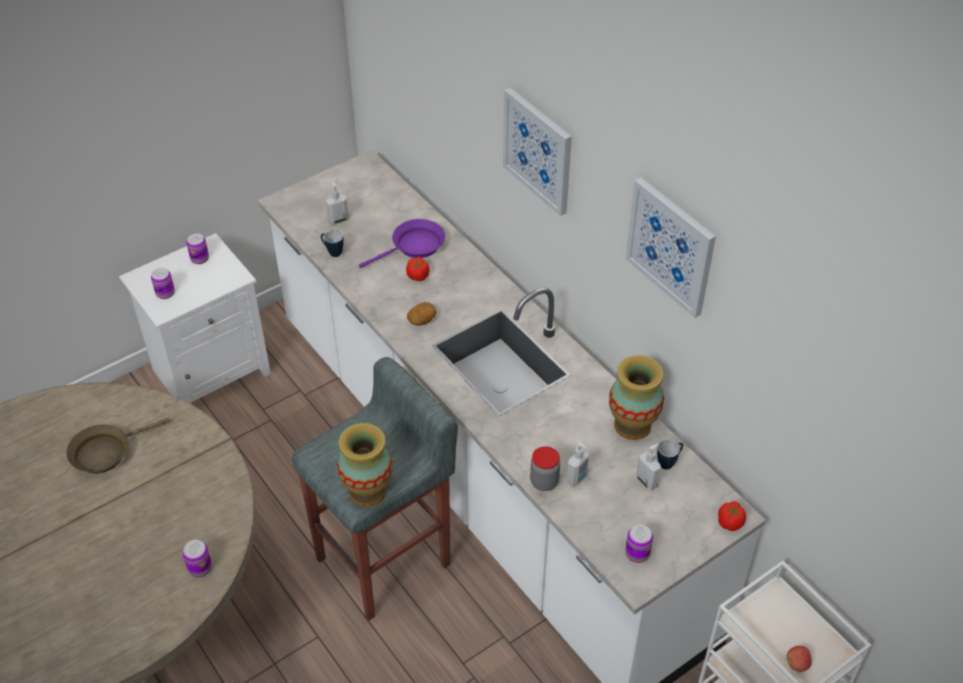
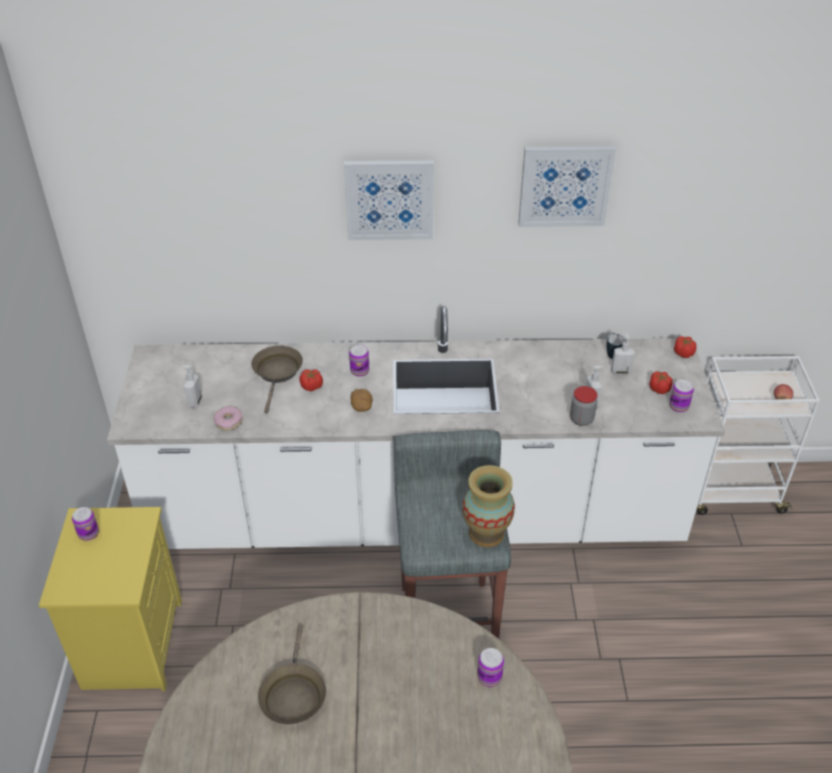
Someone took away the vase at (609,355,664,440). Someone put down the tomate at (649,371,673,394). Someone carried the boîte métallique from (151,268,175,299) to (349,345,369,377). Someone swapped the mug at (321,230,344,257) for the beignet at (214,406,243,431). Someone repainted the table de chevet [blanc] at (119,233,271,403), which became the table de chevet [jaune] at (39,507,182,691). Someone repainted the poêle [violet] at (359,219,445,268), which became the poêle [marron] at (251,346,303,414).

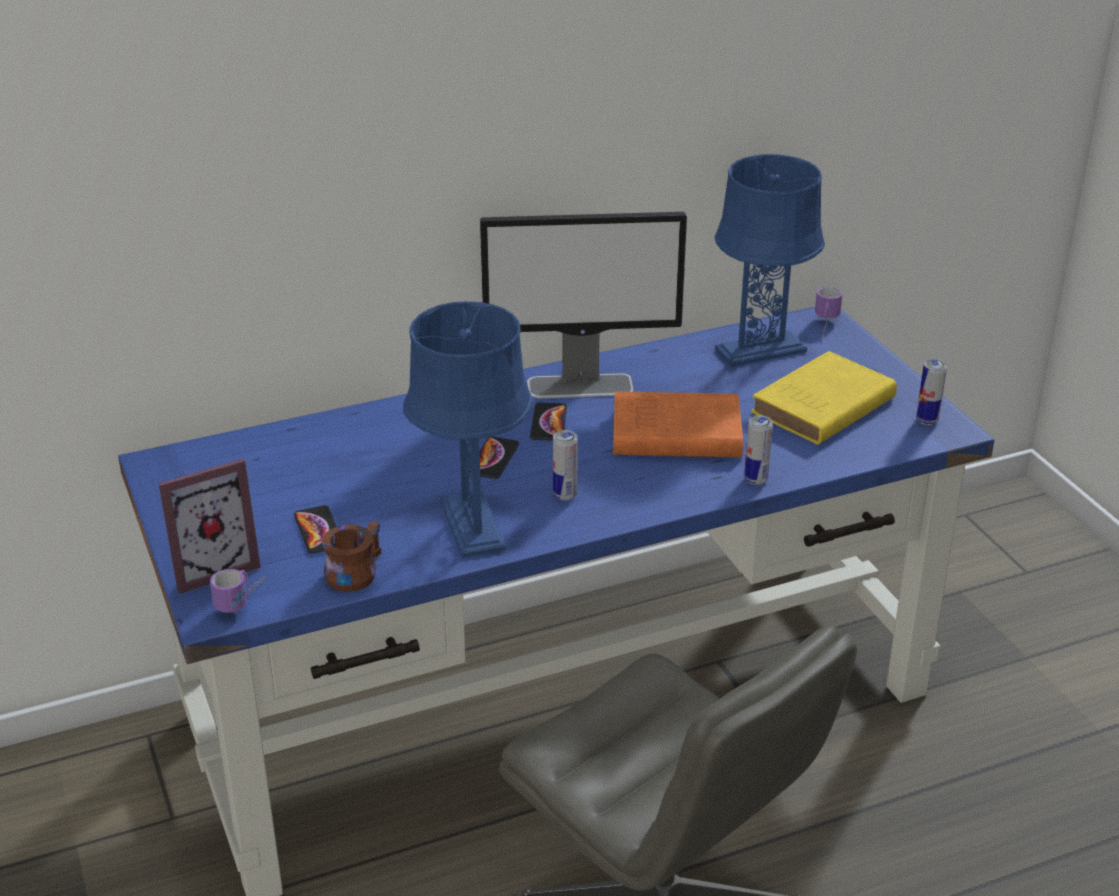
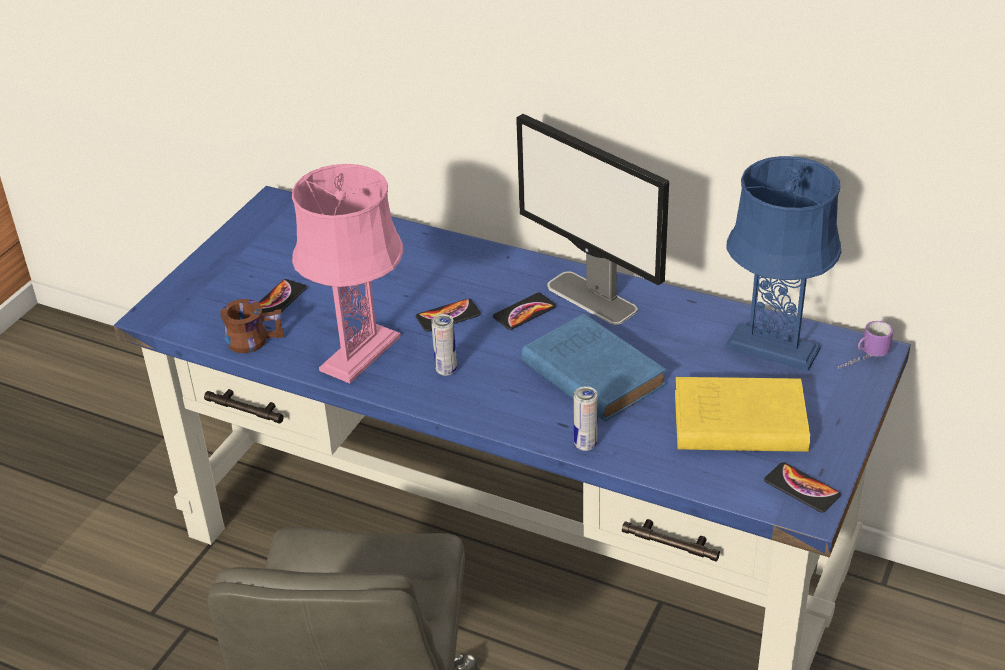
Someone took away the cadre photo at (159,459,261,594). Someone took away the mug at (210,569,266,613). Someone swapped the boîte métallique at (916,359,947,425) for the téléphone at (764,462,841,513). Someone repainted the lampe de table [bleu] at (403,301,532,558), which became the lampe de table [rose] at (292,164,403,383). Someone repainted the livre [orange] at (613,391,743,457), which became the livre [bleu] at (522,314,667,422).

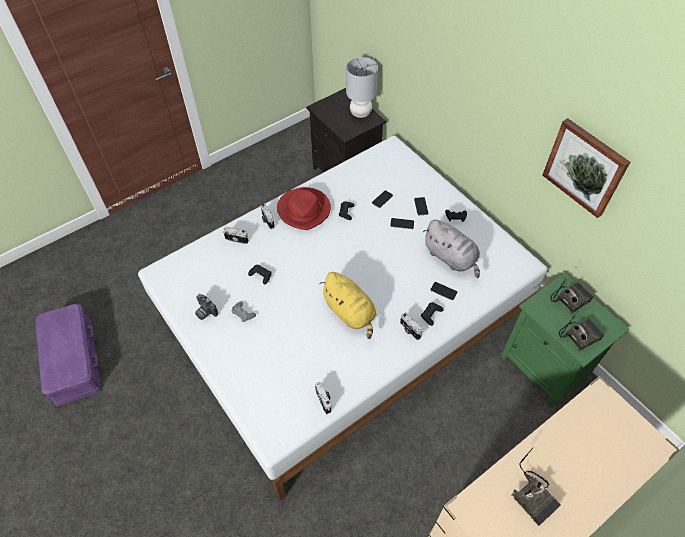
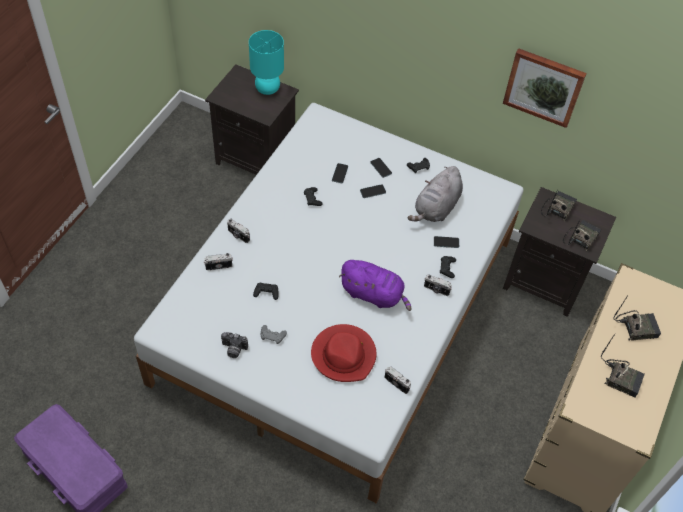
Someone put down the radio at (613,294,661,341). Someone carried the chapeau [rouge] from (277,187,331,230) to (311,324,377,382). Someone repainted the peluche [jaune] at (319,272,377,339), which became the peluche [violet] at (339,260,412,311). Someone repainted the lampe de table [gris] at (346,57,378,118), which became the lampe de table [turquoise] at (249,30,284,95). Someone repainted the table de chevet [vert] at (501,274,630,408), which became the table de chevet [noir] at (503,187,616,317). Someone rotated the peluche [gris] at (423,220,480,278) by 105 degrees clockwise.

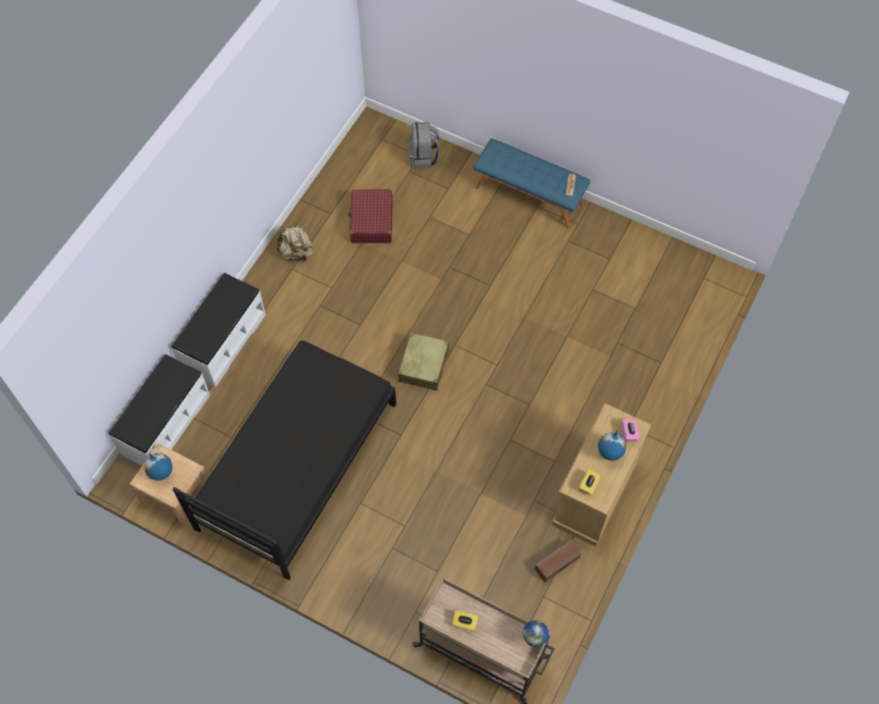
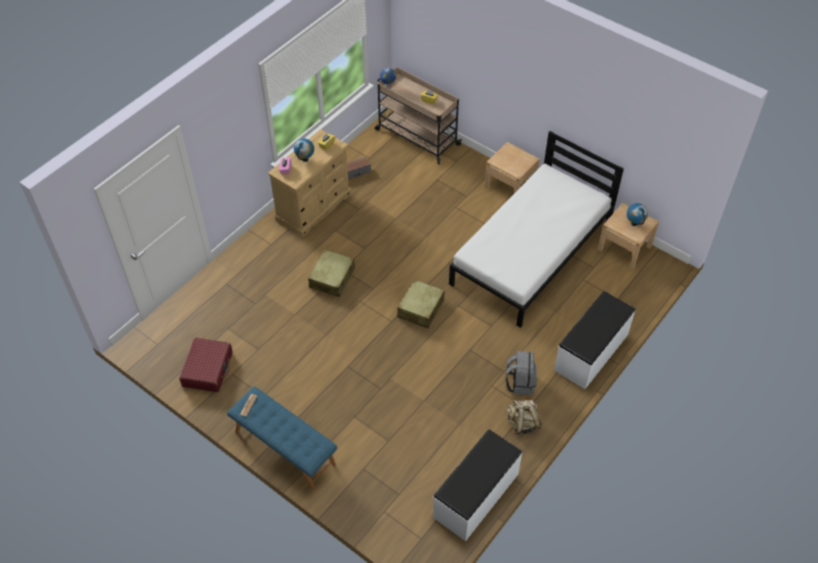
Someone put down the valise [beige] at (308,249,355,297). Someone put down the table de chevet [beige] at (484,142,540,193). Someone carried the banc [blanc] from (108,354,210,466) to (433,429,522,541). Someone carried the valise [rouge] from (348,189,393,243) to (179,338,233,392). Someone carried the sac à dos [gris] from (407,122,440,168) to (505,351,537,395). Someone repainted the lit [noir] at (172,340,396,580), which became the lit [blanc] at (449,131,624,328).

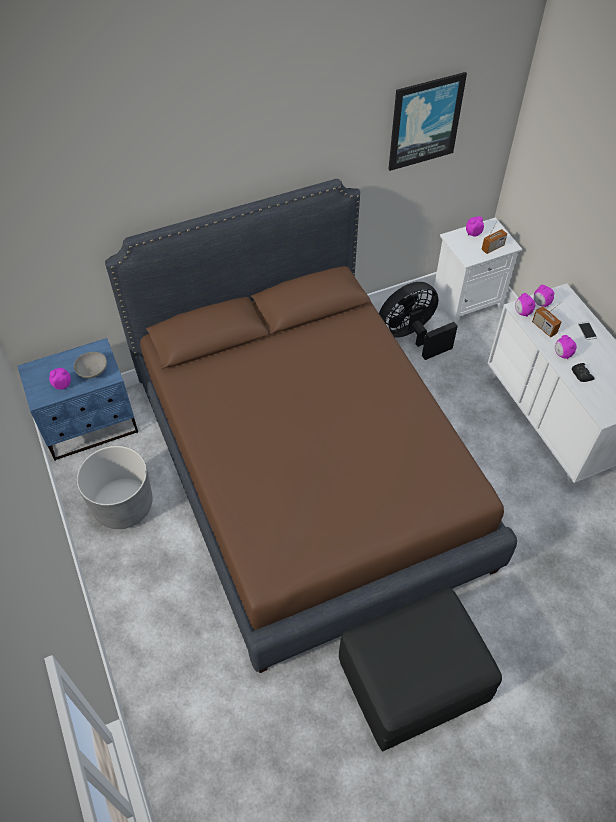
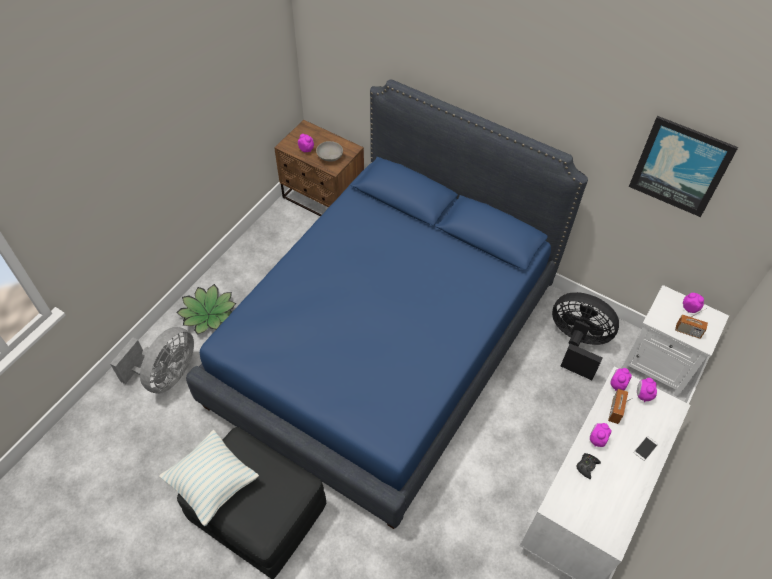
Someone took away the cache-pot [gris] at (76,446,153,529). Someone put down the ventilateur [gris] at (110,327,194,394). Someone put down the coussin at (159,430,259,526). Someone put down the plante en pot at (176,284,236,335). Someone repainted the table de chevet [bleu] at (17,338,138,461), which became the table de chevet [marron] at (274,120,364,216). Someone repainted the lit [marron] at (105,179,517,673), which became the lit [bleu] at (186,79,588,529).

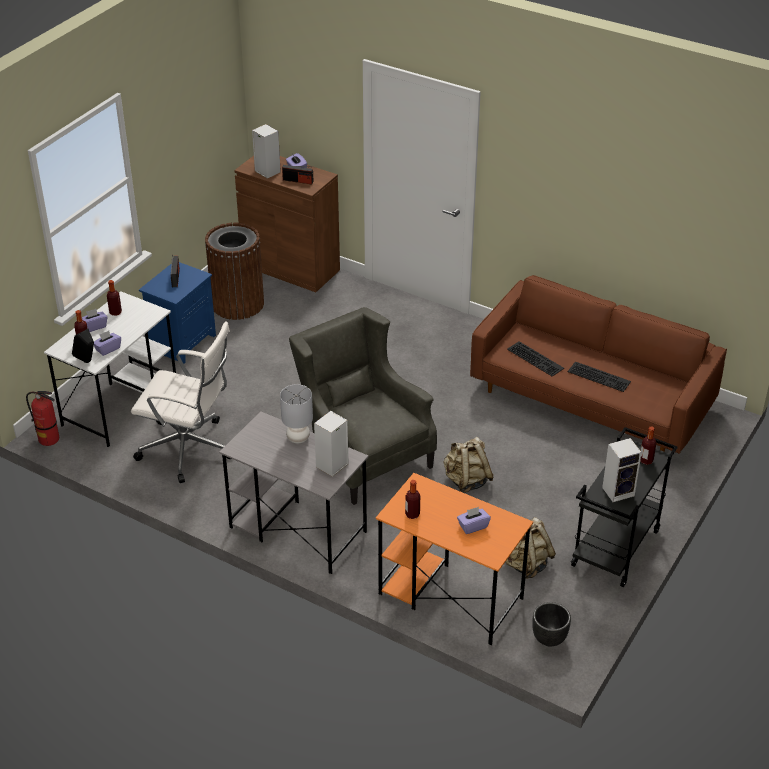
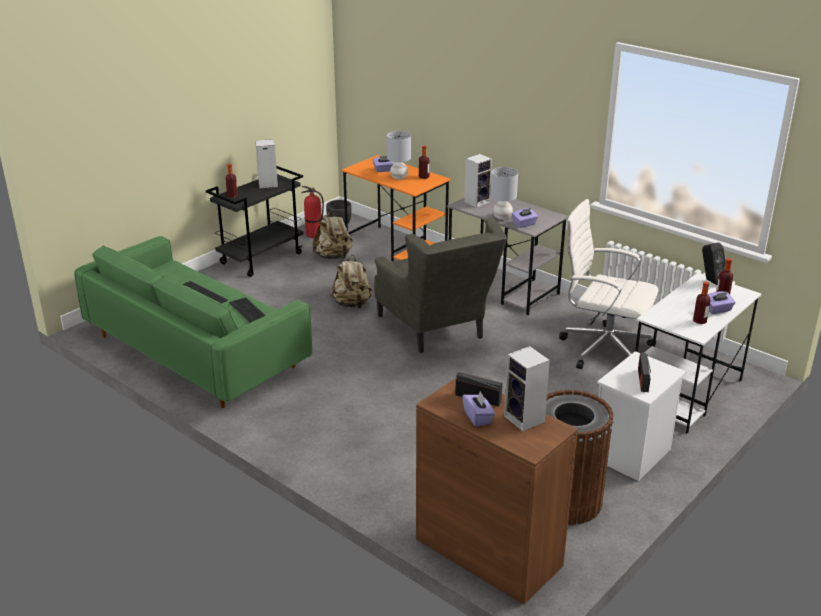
Someone put down the lampe de table [gris] at (387,131,411,179). Someone carried the extincteur from (26,391,59,446) to (301,186,324,238). Someone carried the boîte à mouchoirs [violet] from (94,331,121,356) to (512,208,538,228). Someone repainted the table de chevet [bleu] at (139,262,216,364), which became the table de chevet [blanc] at (597,351,686,481). Someone repainted the canapé [marron] at (470,275,727,454), which became the canapé [vert] at (74,236,312,408).

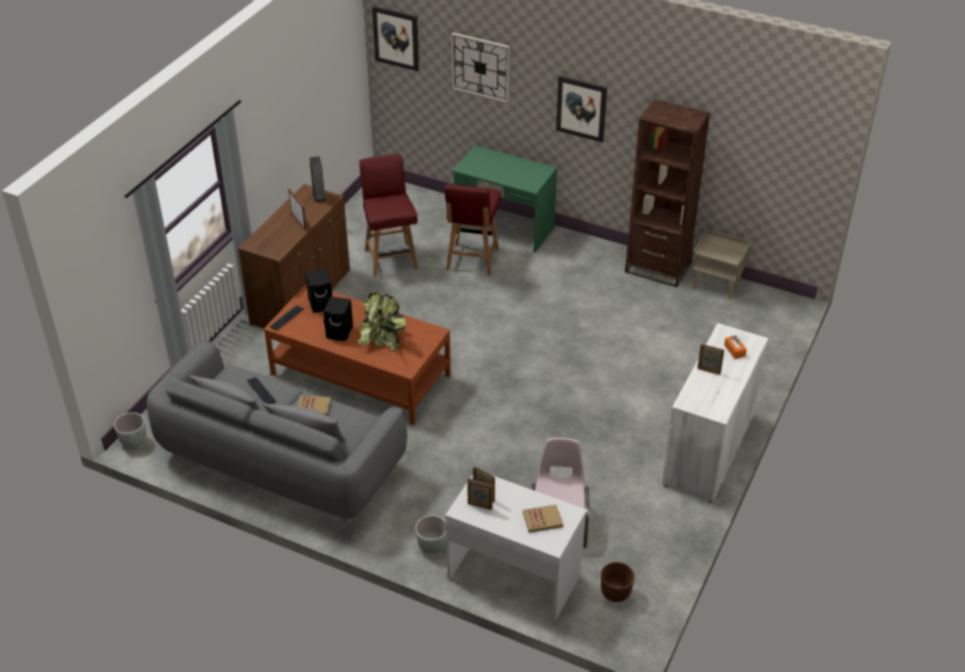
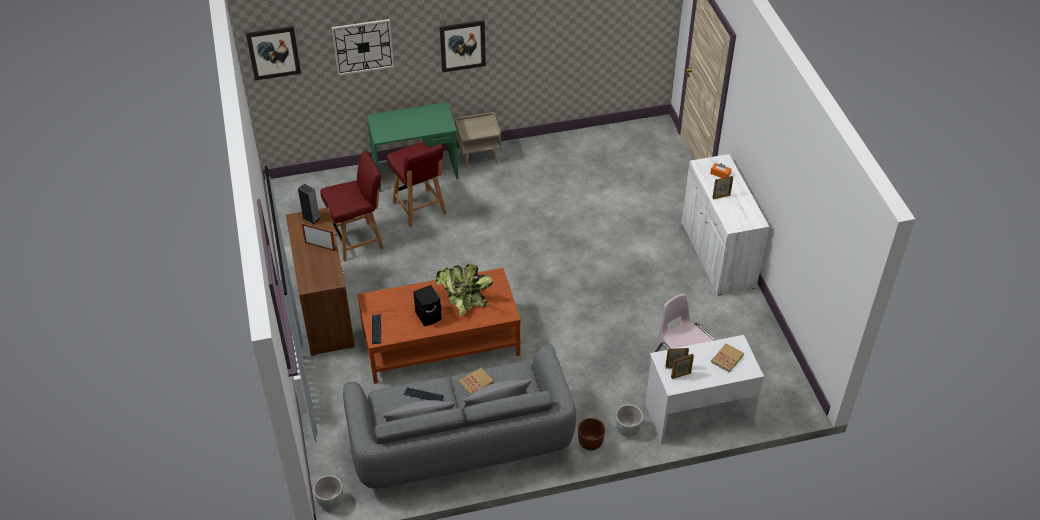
Someone took away the enceinte [noir] at (305,269,332,313). Someone took away the bibliothèque [marron] at (625,99,710,287). Someone carried the cache-pot [marron] from (601,562,635,602) to (578,418,605,451). Someone carried the table de chevet [beige] from (691,229,752,300) to (455,112,501,168). Someone rotated the chaise [rouge] at (359,154,418,277) by 120 degrees clockwise.

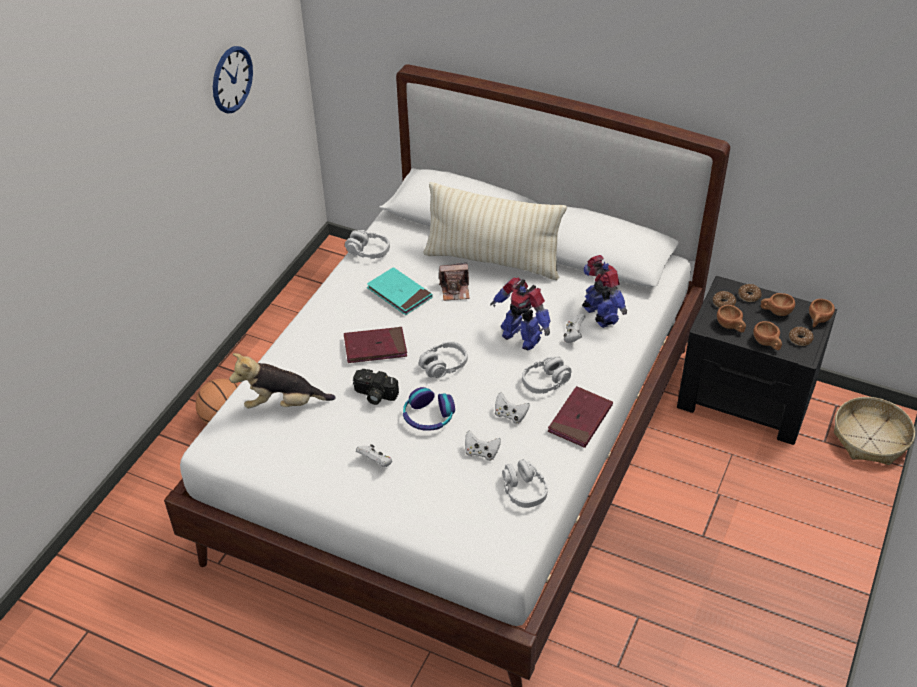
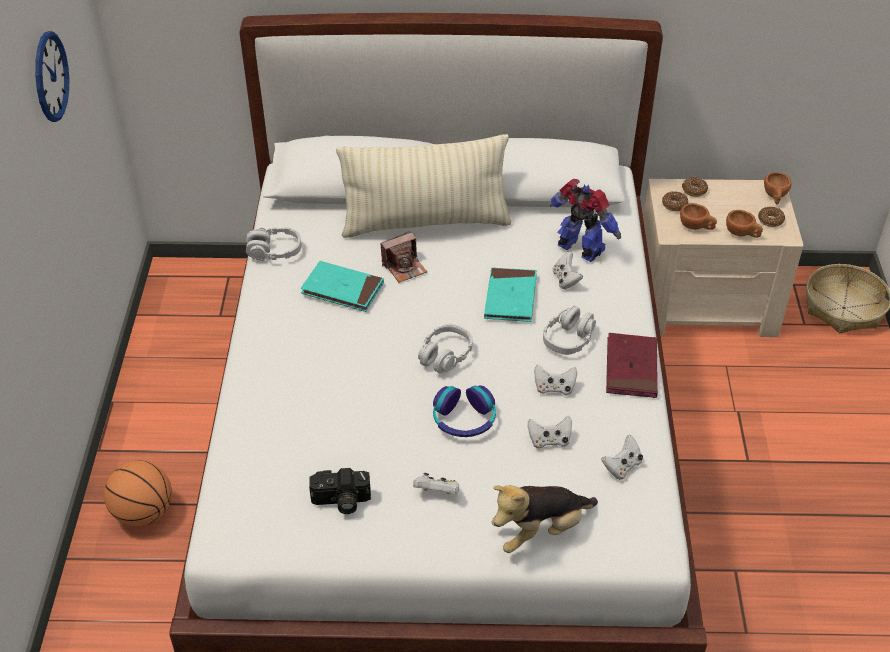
Someone took away the livre [rouge] at (344,327,407,363). Someone took away the tasse [marron] at (761,293,795,316). Someone carried the peluche from (229,353,335,408) to (492,485,598,553). Someone carried the appareil photo from (353,369,399,405) to (309,468,371,514). Someone swapped the robot jouet at (491,277,551,350) for the livre [turquoise] at (484,268,537,322). Someone swapped the casque audio [gris] at (502,459,548,508) for the manette [blanc] at (601,435,643,480). Someone repainted the table de chevet [noir] at (677,276,837,445), which became the table de chevet [beige] at (643,179,804,337).

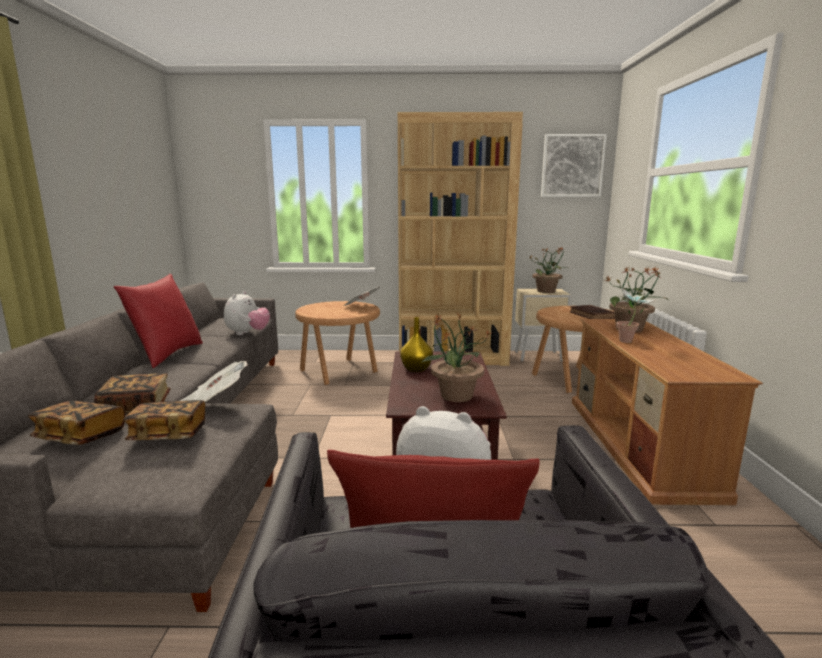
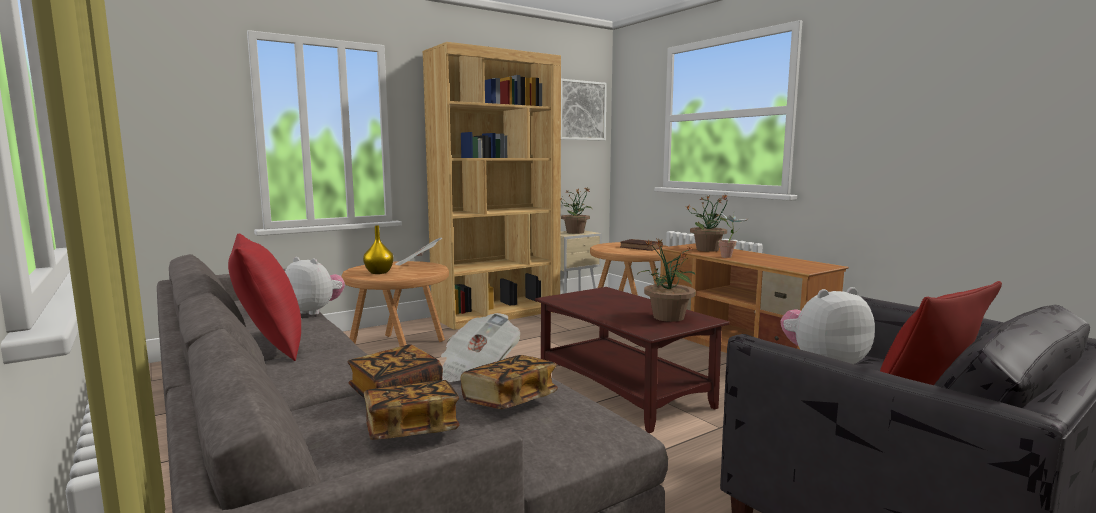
Someone carried the vase [jaune] from (400,317,433,372) to (363,226,394,274). Someone rotated the peluche at (224,291,270,335) by 45 degrees counterclockwise.

